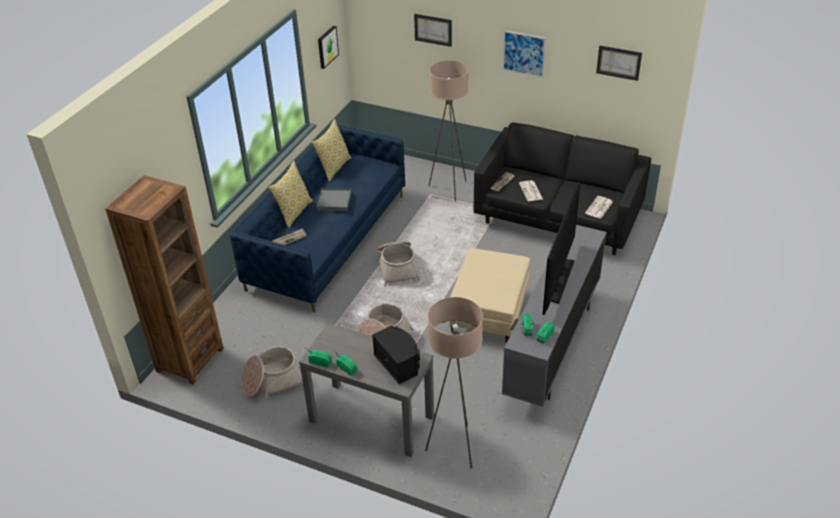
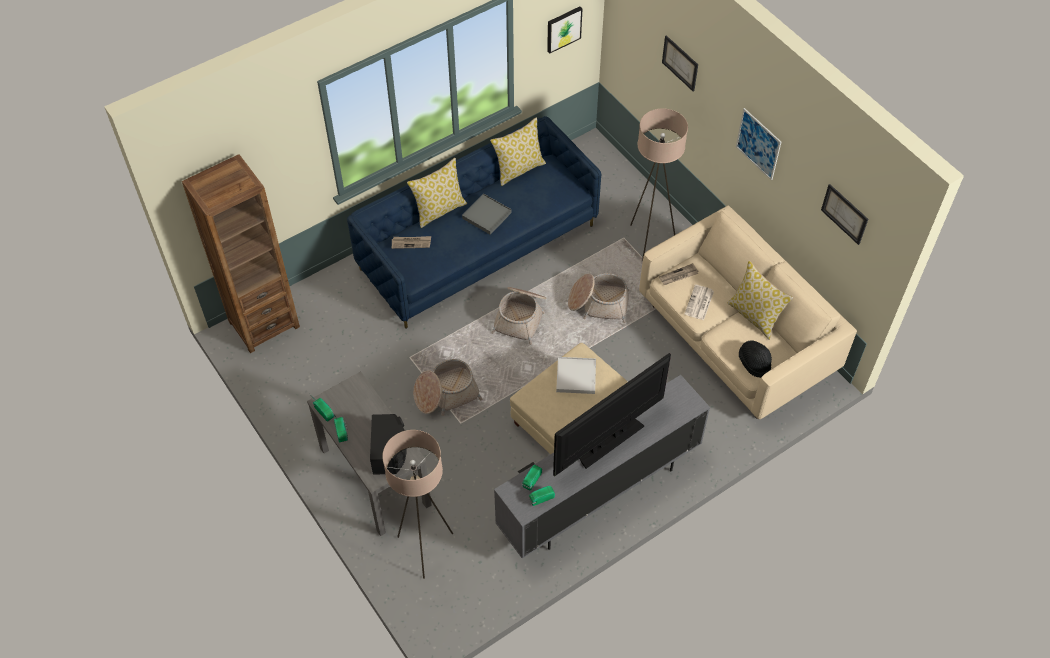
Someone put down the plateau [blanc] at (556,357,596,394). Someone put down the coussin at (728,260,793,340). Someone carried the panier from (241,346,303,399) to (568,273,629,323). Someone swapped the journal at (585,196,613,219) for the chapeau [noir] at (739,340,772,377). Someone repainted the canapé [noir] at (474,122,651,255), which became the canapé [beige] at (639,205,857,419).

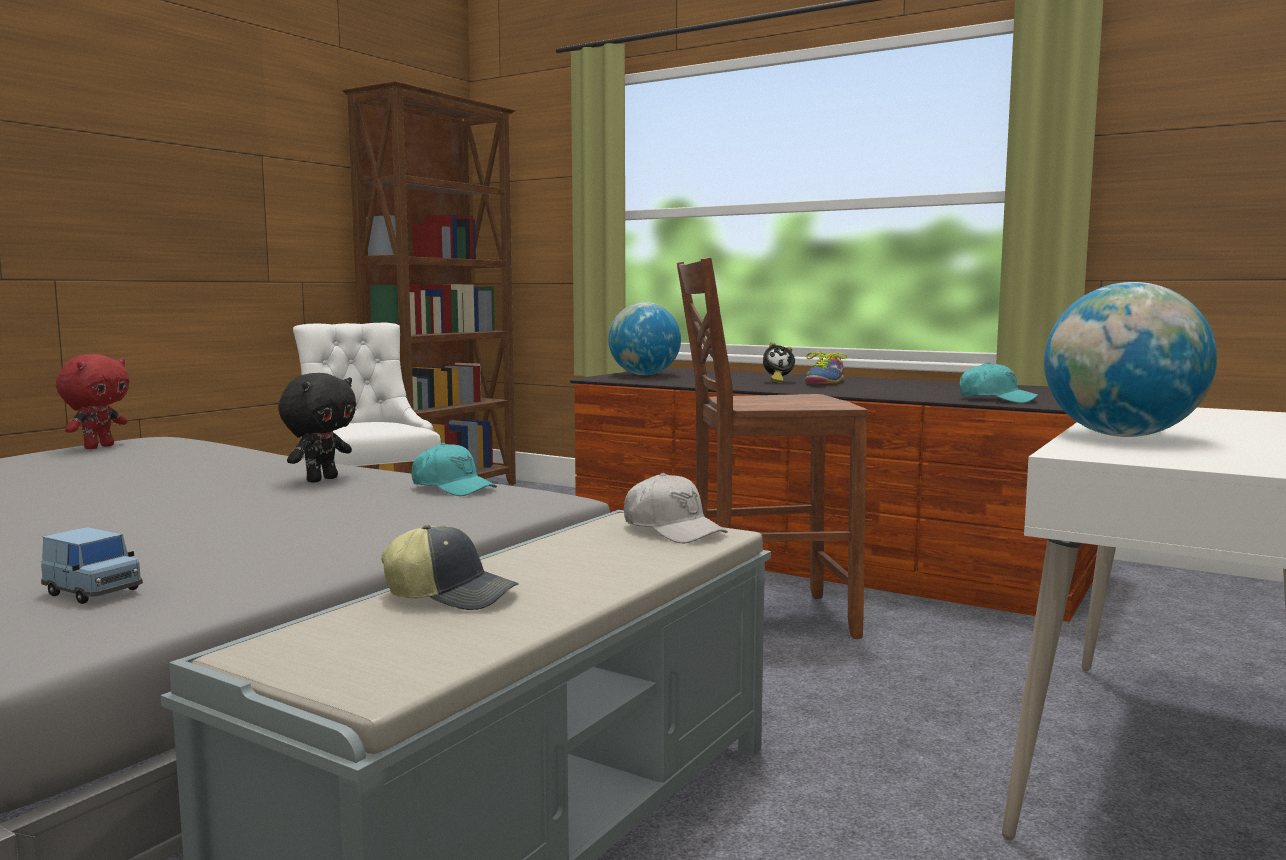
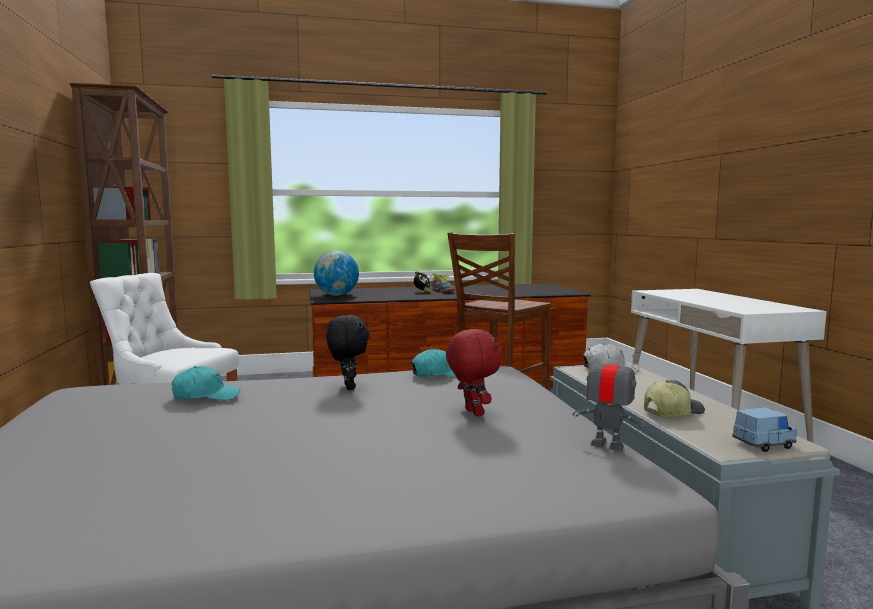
Someone took away the globe at (1044,282,1217,437). Someone put down the robot jouet at (573,348,647,451). Someone carried the petite voiture [bleu] from (41,527,143,604) to (732,407,797,452). Someone carried the peluche [rouge] from (56,354,129,449) to (446,329,502,416). Someone carried the casquette [turquoise] from (959,362,1039,403) to (172,366,241,400).

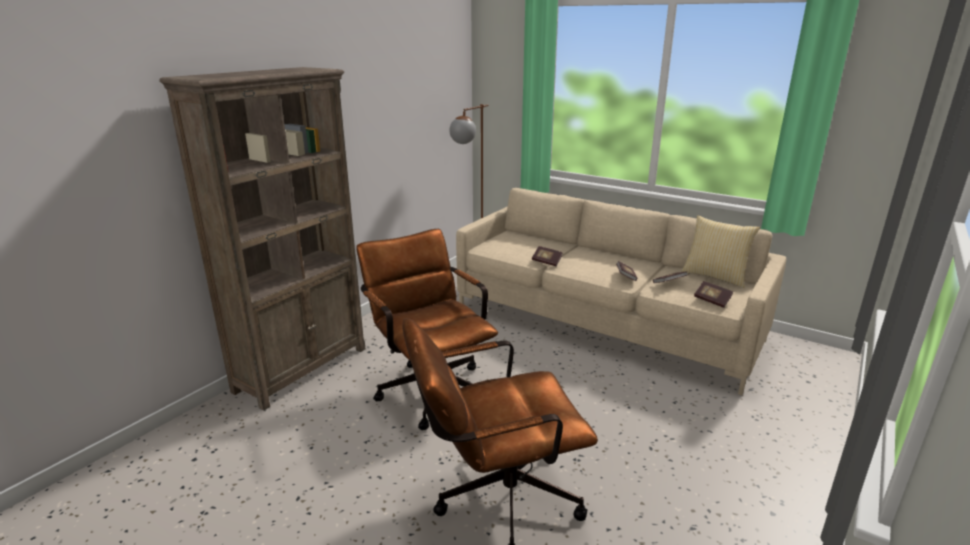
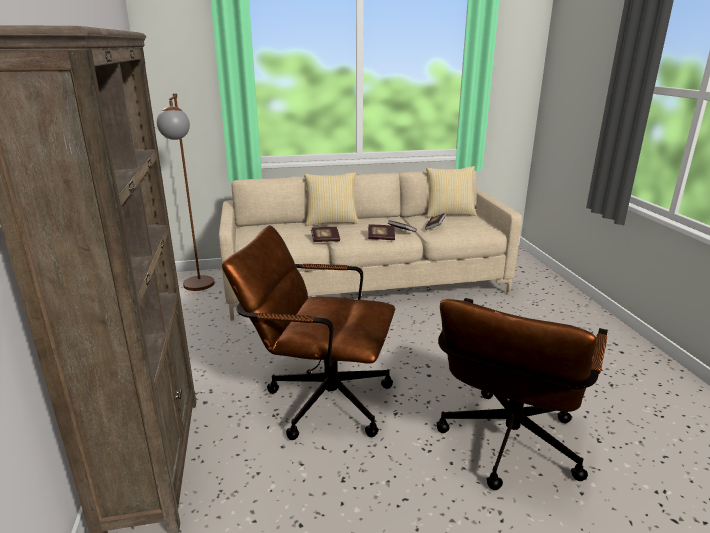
Someone put down the coussin at (304,172,359,226). Someone carried the livre from (694,281,733,308) to (368,224,395,240).

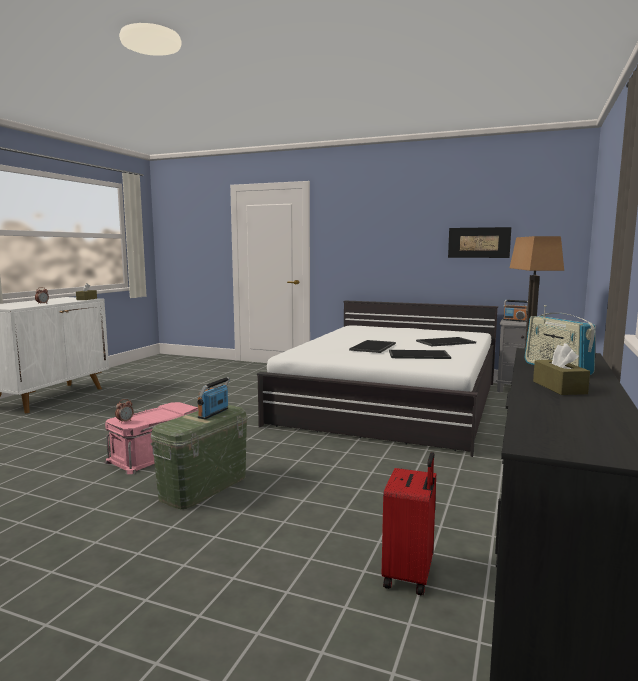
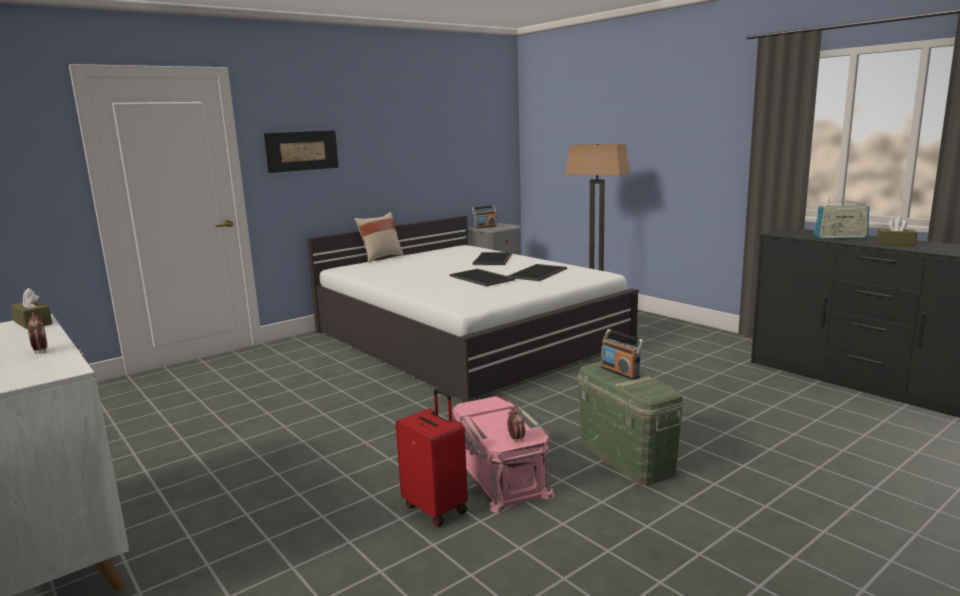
Someone put down the coussin [beige] at (354,212,404,263). Someone carried the valise [rouge] from (382,452,436,596) to (396,388,468,527). Someone carried the tableau from (448,227,511,258) to (264,130,339,173).

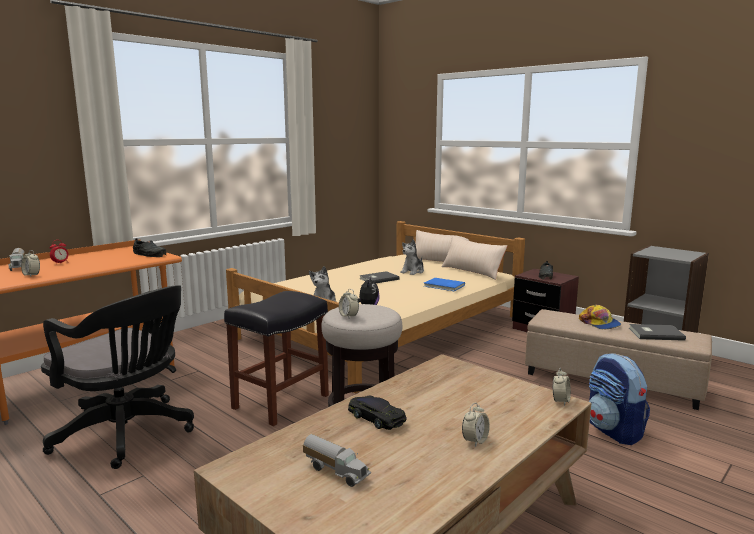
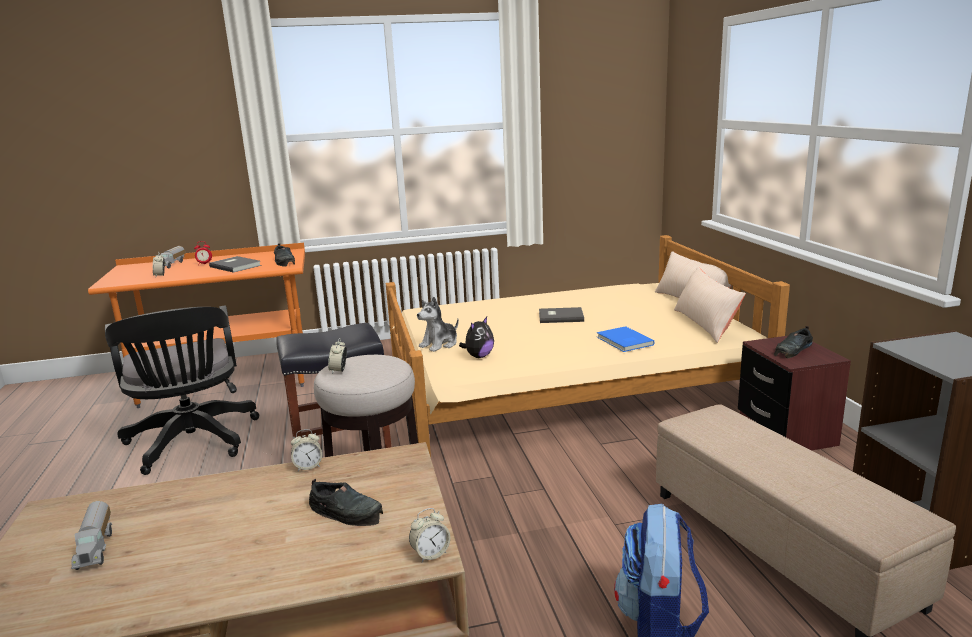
Someone took away the petite voiture [noir] at (348,395,407,430). Someone took away the peluche at (400,239,424,275). Someone took away the casquette at (579,305,621,329). Someone put down the chaussure [noir] at (309,478,383,526). Someone carried the réveil from (462,403,490,447) to (291,429,322,471). Someone carried the livre [gris] from (629,324,686,341) to (209,256,262,273).

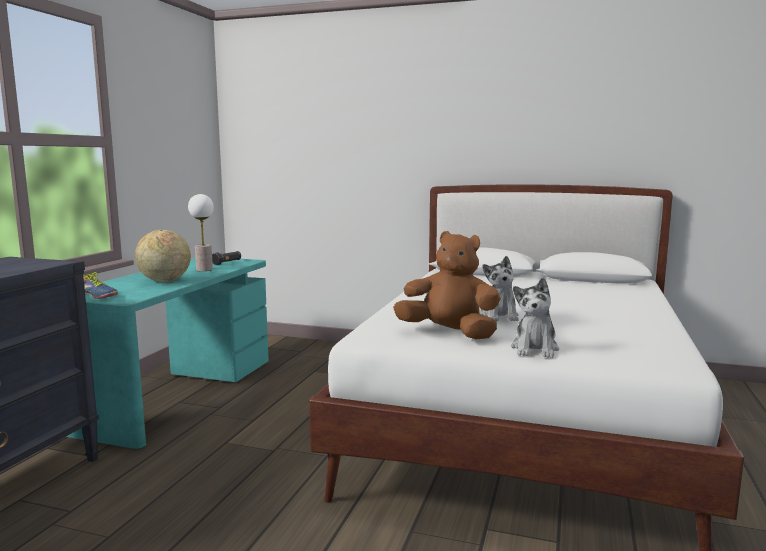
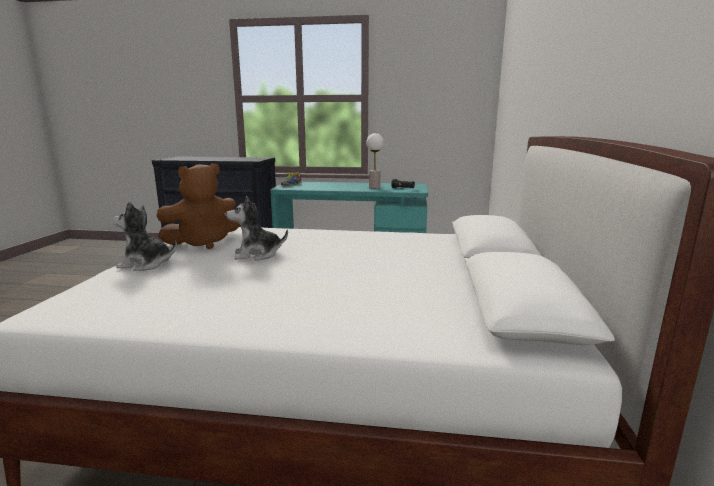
Someone took away the globe at (135,230,191,282). Someone rotated the peluche [marron] at (393,231,501,339) by 45 degrees clockwise.

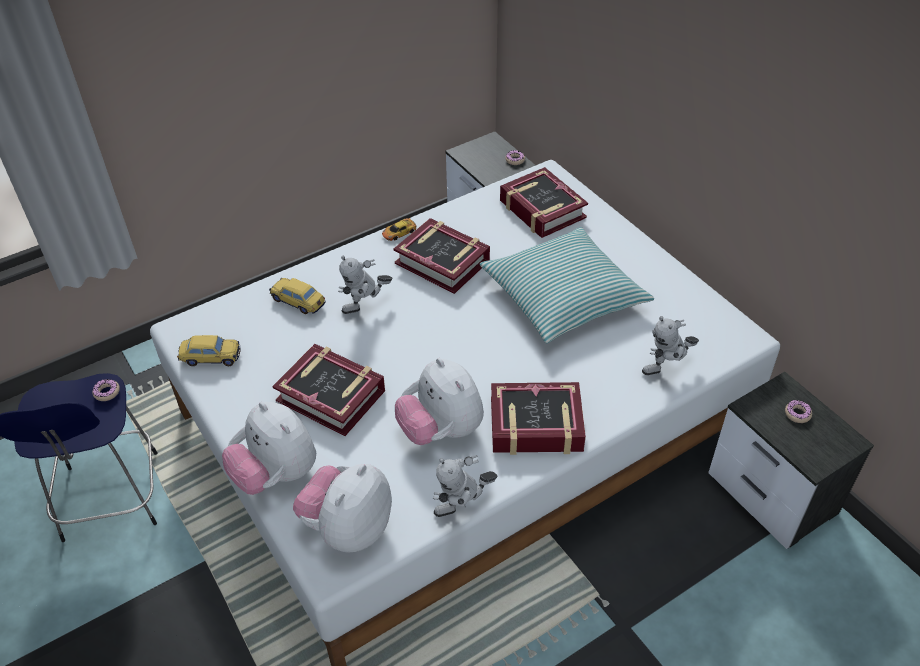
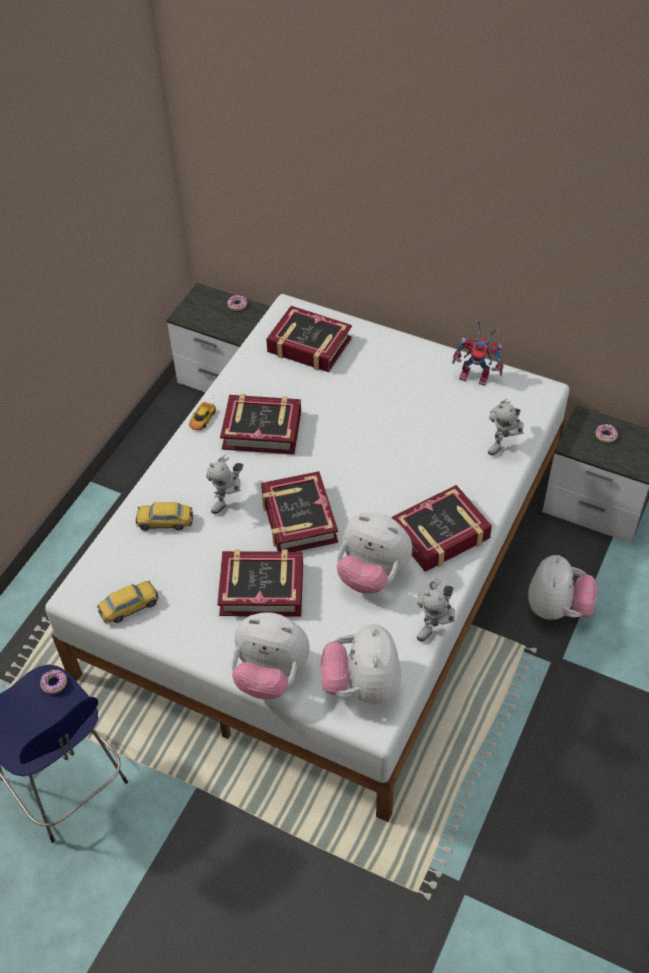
Someone took away the coussin at (480,227,654,344). Someone put down the livre at (261,471,338,552). Someone put down the robot jouet at (452,319,504,386). Someone put down the peluche at (528,555,597,620).

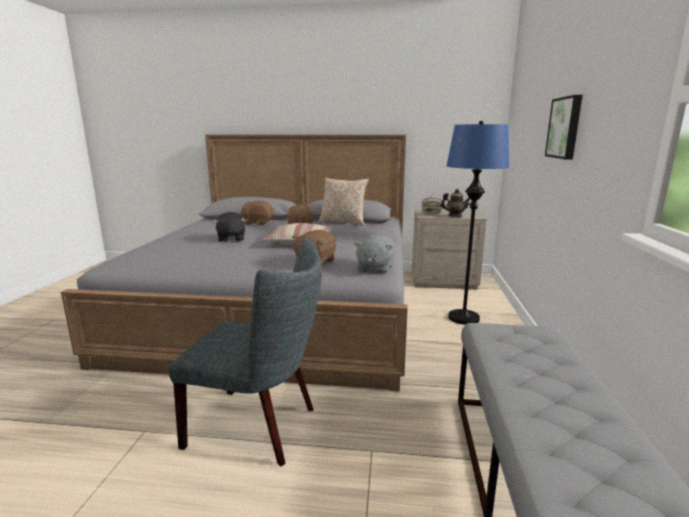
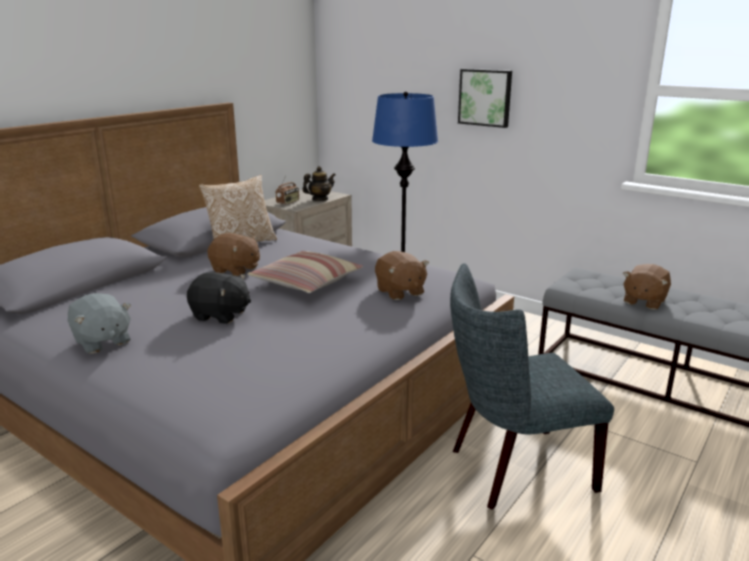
Someone carried the peluche [marron] from (240,201,274,225) to (623,264,671,310). Someone carried the peluche [gris] from (354,234,396,274) to (68,293,131,354). Someone rotated the chaise [gris] at (168,237,322,466) by 150 degrees counterclockwise.

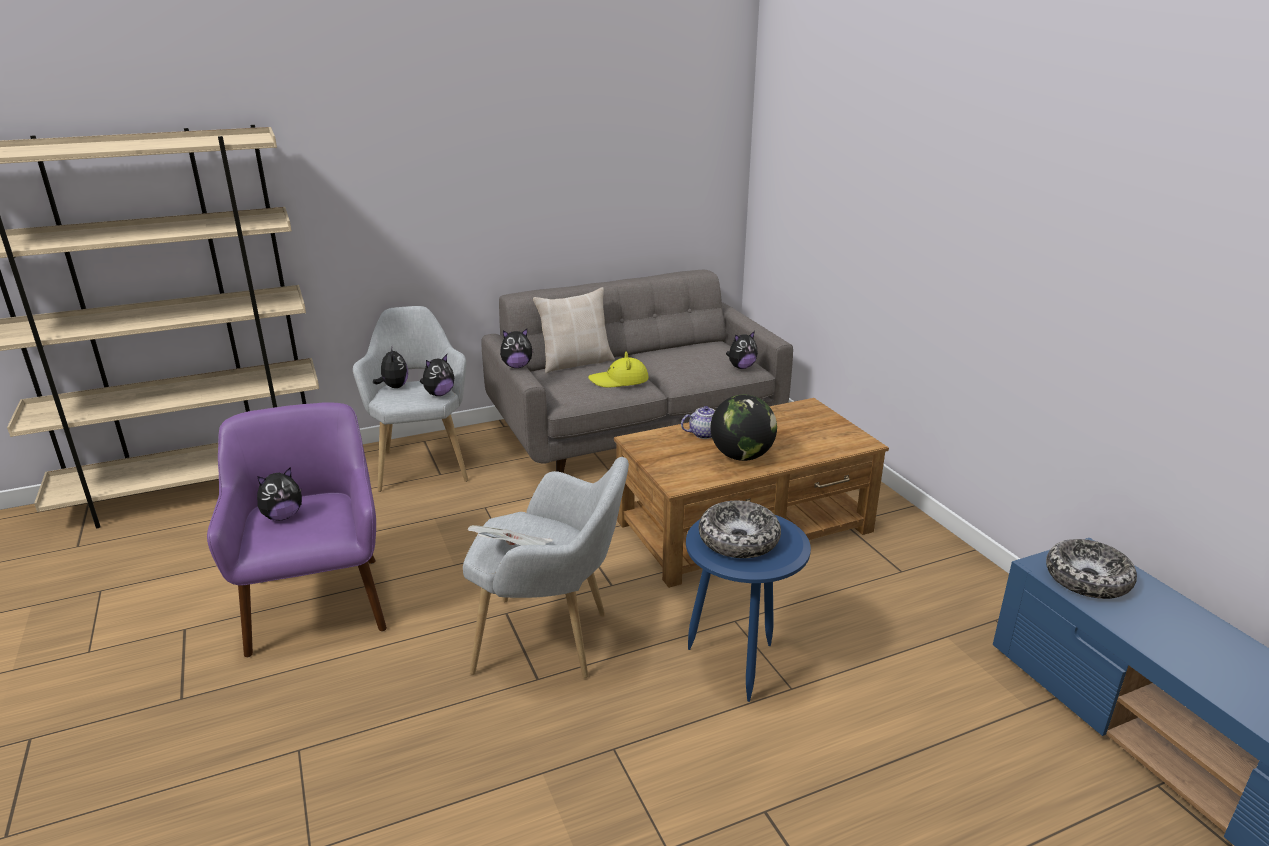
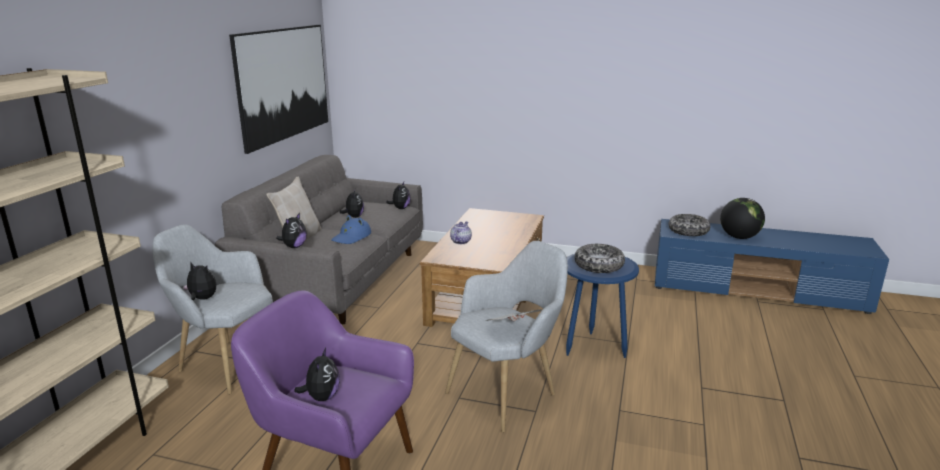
Someone put up the tableau at (229,25,328,154). Someone carried the peluche from (420,354,454,396) to (339,189,364,218). Someone carried the globe from (710,395,777,461) to (720,198,765,239). Someone repainted the chapeau [jaune] at (588,352,649,387), which became the chapeau [bleu] at (331,215,371,244).

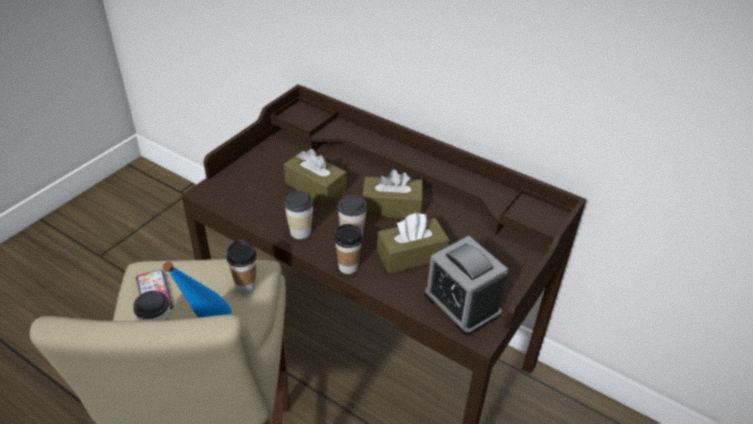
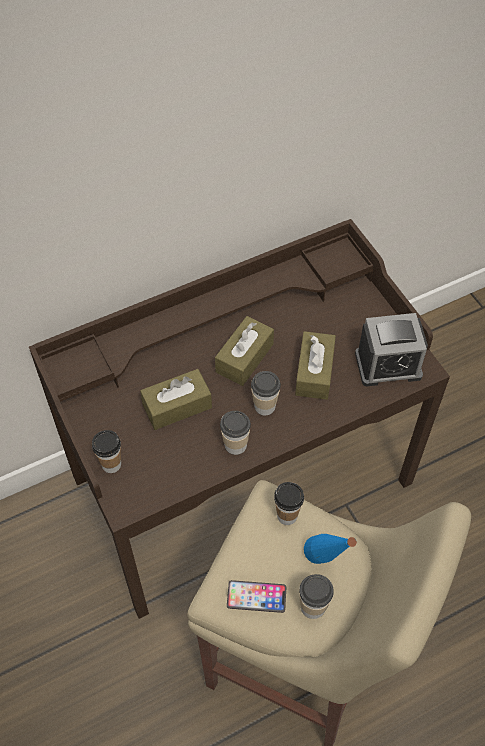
Someone carried the tasse from (334,224,363,274) to (92,430,121,473).

